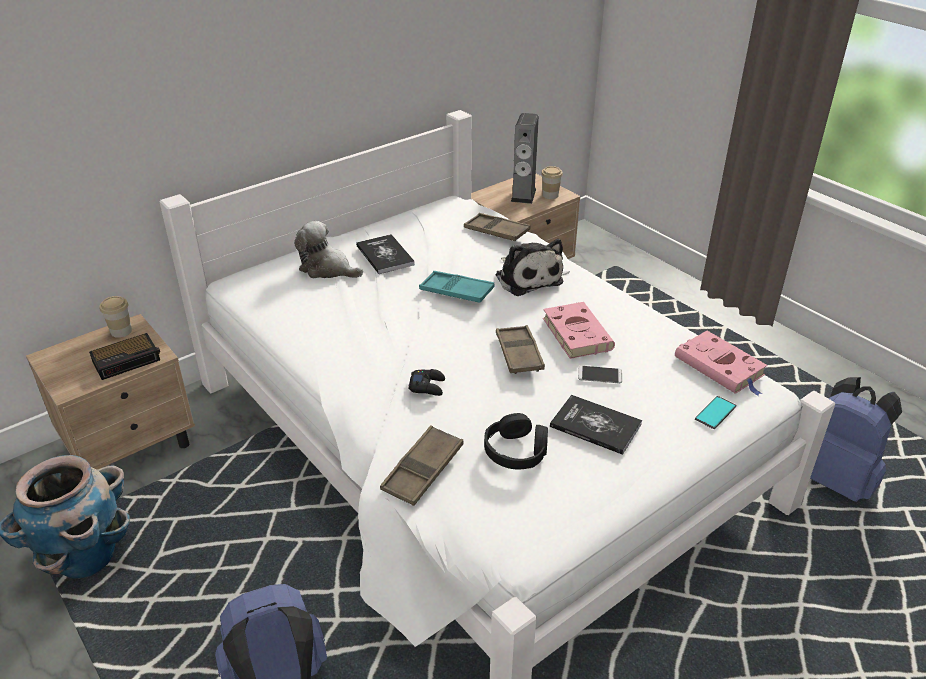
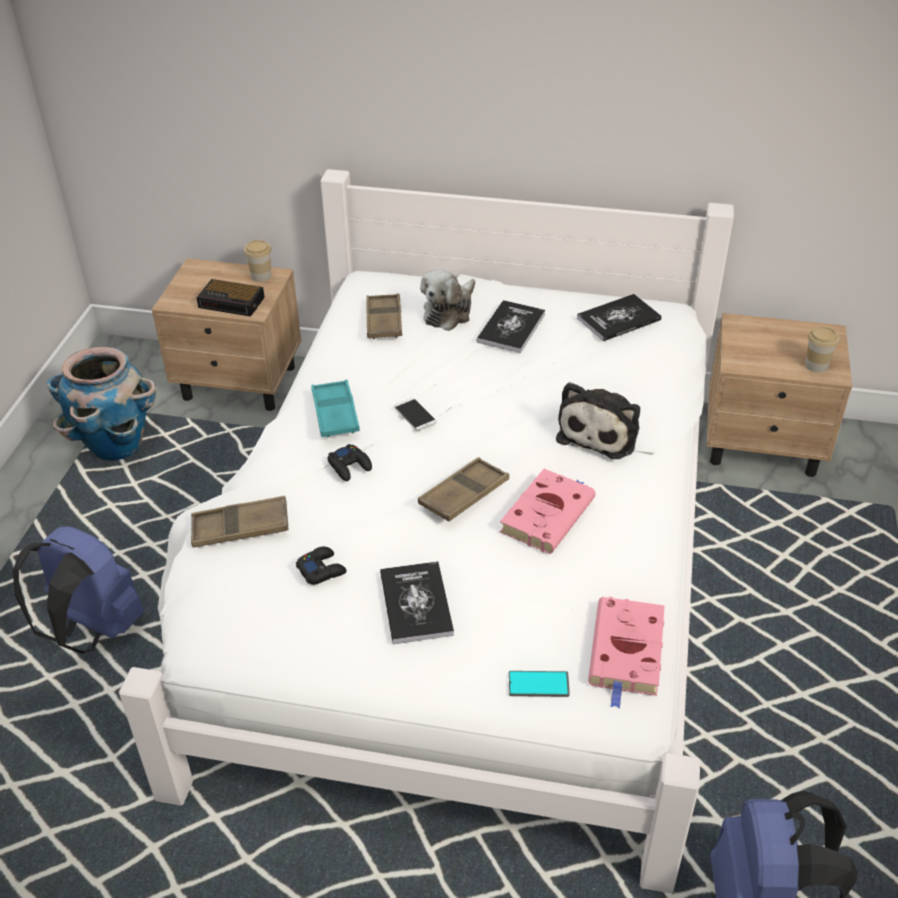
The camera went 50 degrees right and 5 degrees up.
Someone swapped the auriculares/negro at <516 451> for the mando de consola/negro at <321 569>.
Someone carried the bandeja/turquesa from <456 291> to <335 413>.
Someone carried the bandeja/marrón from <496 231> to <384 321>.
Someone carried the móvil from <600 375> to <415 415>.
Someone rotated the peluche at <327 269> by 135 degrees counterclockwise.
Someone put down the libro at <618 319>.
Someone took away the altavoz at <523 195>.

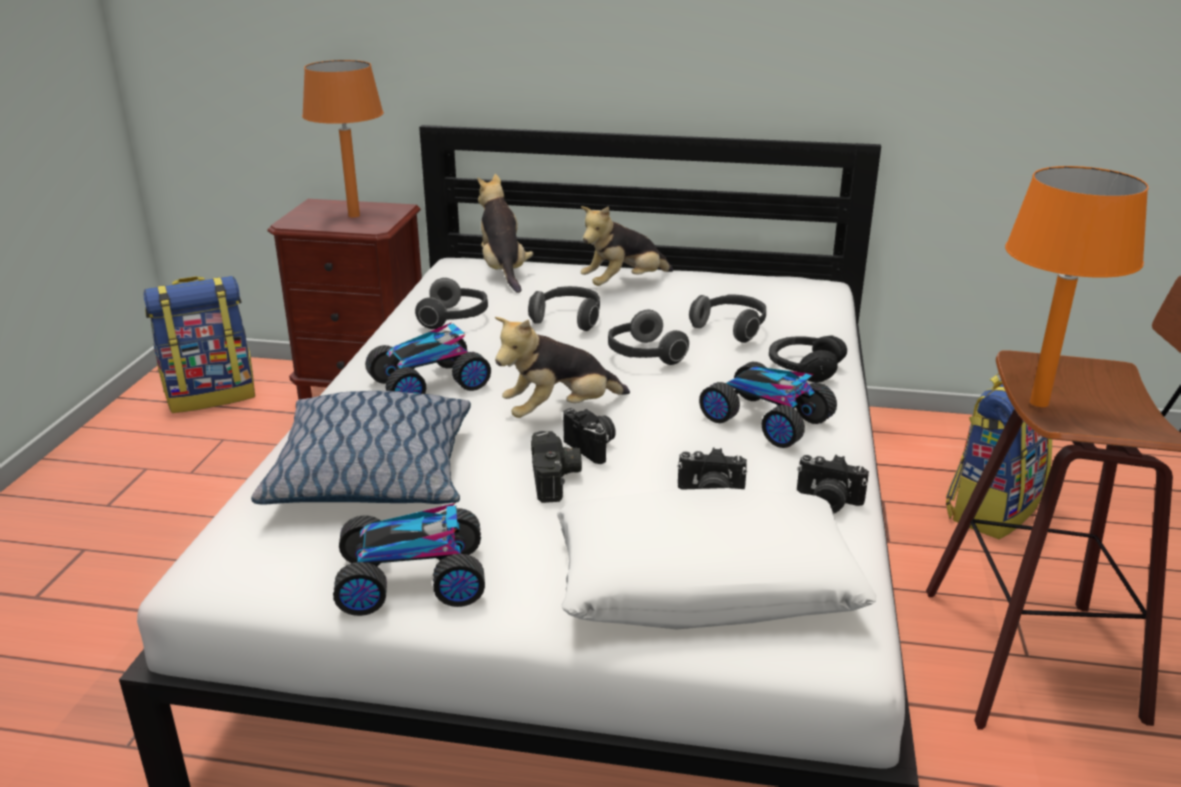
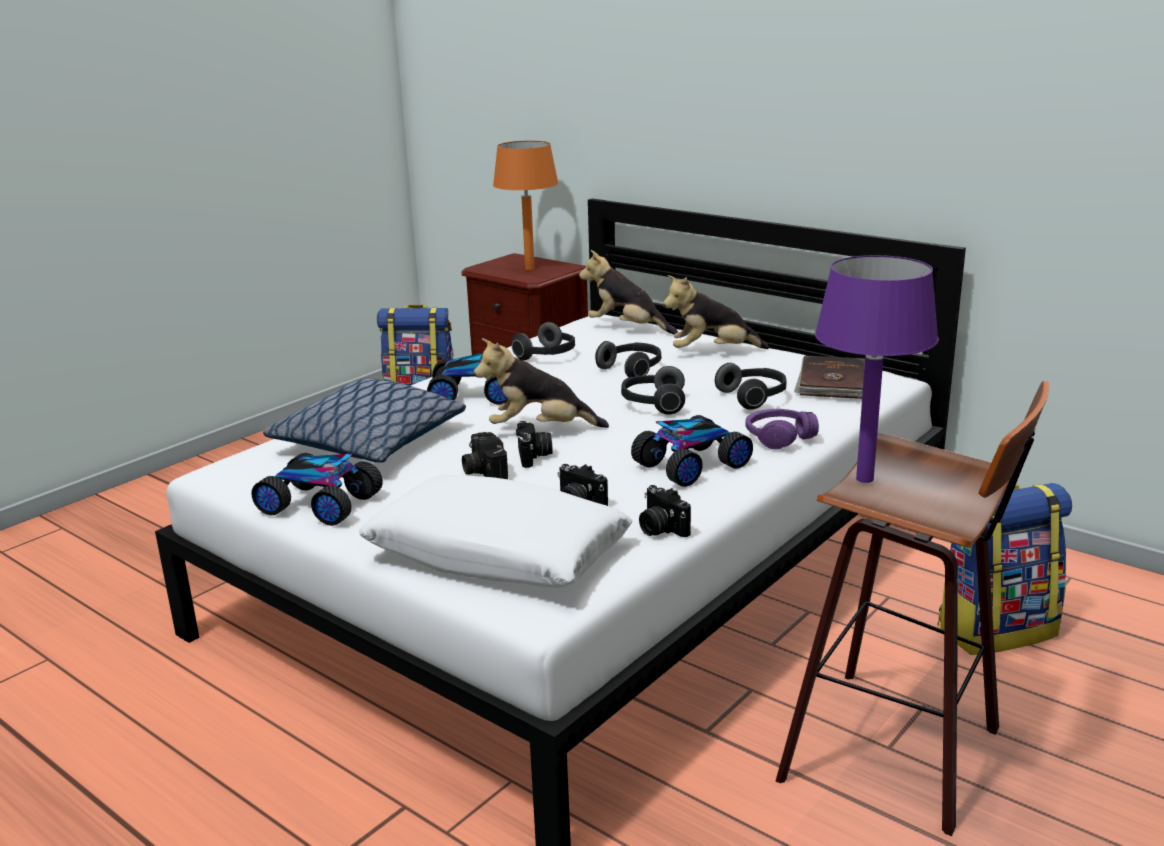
The camera went 30 degrees right and 5 degrees down.
Someone rotated the cámara at <556 480> by 135 degrees clockwise.
Someone rotated the peluche at <503 271> by 75 degrees counterclockwise.
Someone rotated the coche de juguete at <767 419> by 75 degrees clockwise.
Someone repainted the auriculares/negro at <804 368>, which became the auriculares/morado at <779 437>.
Someone put down the libro/marrón at <831 382>.
Someone repainted the lámpara de mesa/naranja at <1038 403>, which became the lámpara de mesa/morado at <863 478>.

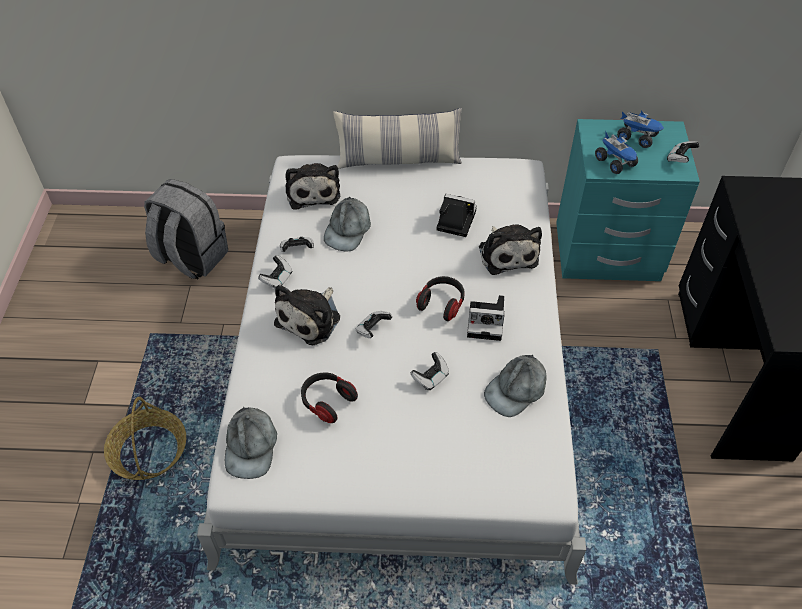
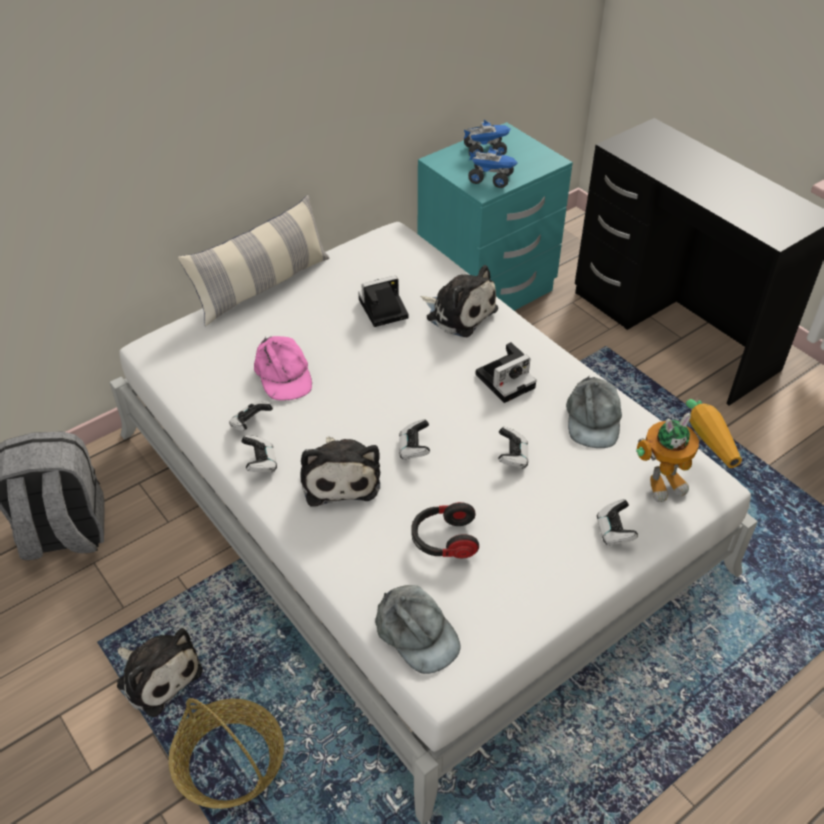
The camera went 40 degrees left and 5 degrees down.
Someone carried the peluche from <312 191> to <157 674>.
Someone repainted the gorra/gris at <347 229>, which became the gorra/rosa at <283 375>.
Someone carried the mando de consola from <680 159> to <614 531>.
Someone put down the robot de juguete at <676 479>.
Someone took away the auriculares at <442 303>.

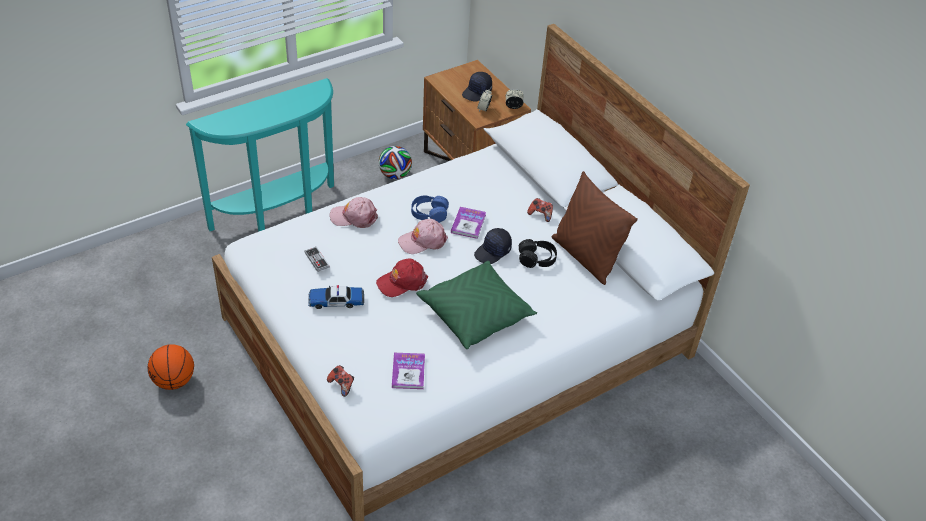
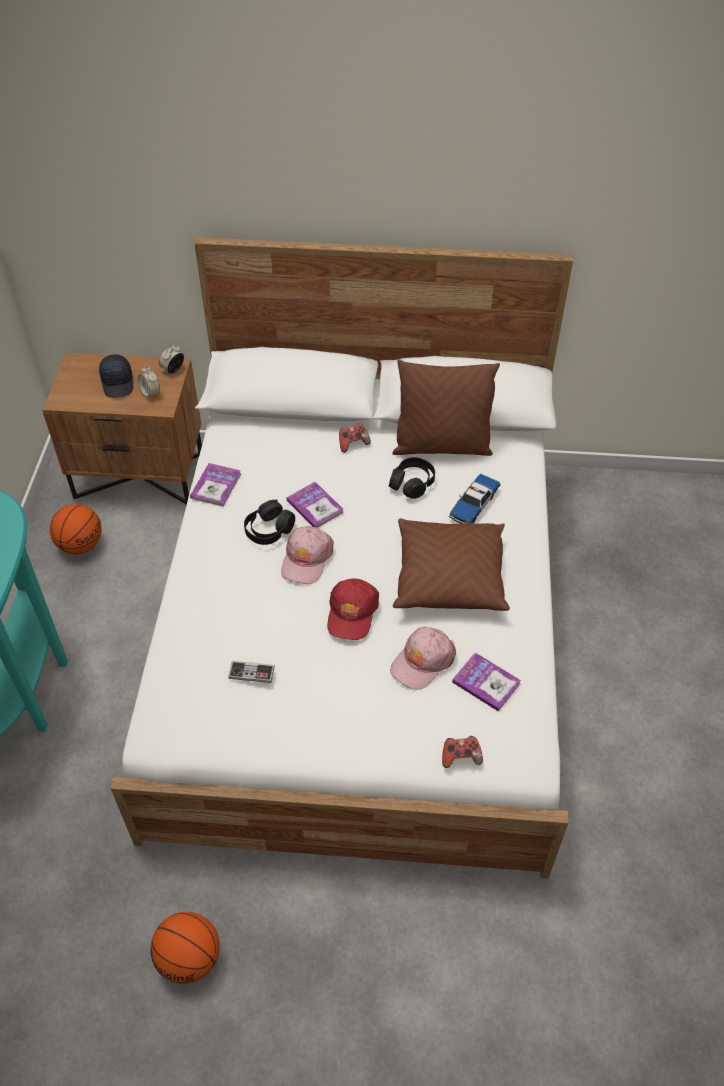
The camera went 50 degrees left and 5 degrees up.
Someone swapped the balón de fútbol at <395 175> for the balón de baloncesto at <81 544>.
Someone put down the libro at <216 486>.
Someone repainted the auriculares/azul at <429 214>, which became the auriculares/negro at <269 530>.
Someone carried the gorra/rosa from <354 217> to <422 661>.
Someone repainted the cojín/verde at <475 314>, which became the cojín/marrón at <449 577>.
Someone carried the coche de juguete from <336 301> to <474 504>.
Someone took away the gorra/negro at <493 252>.

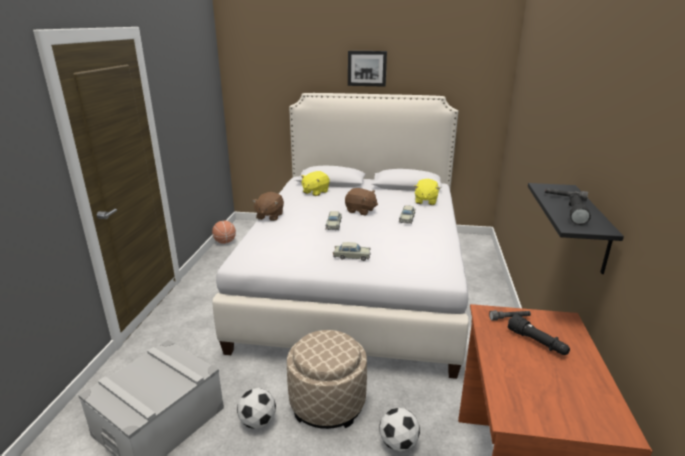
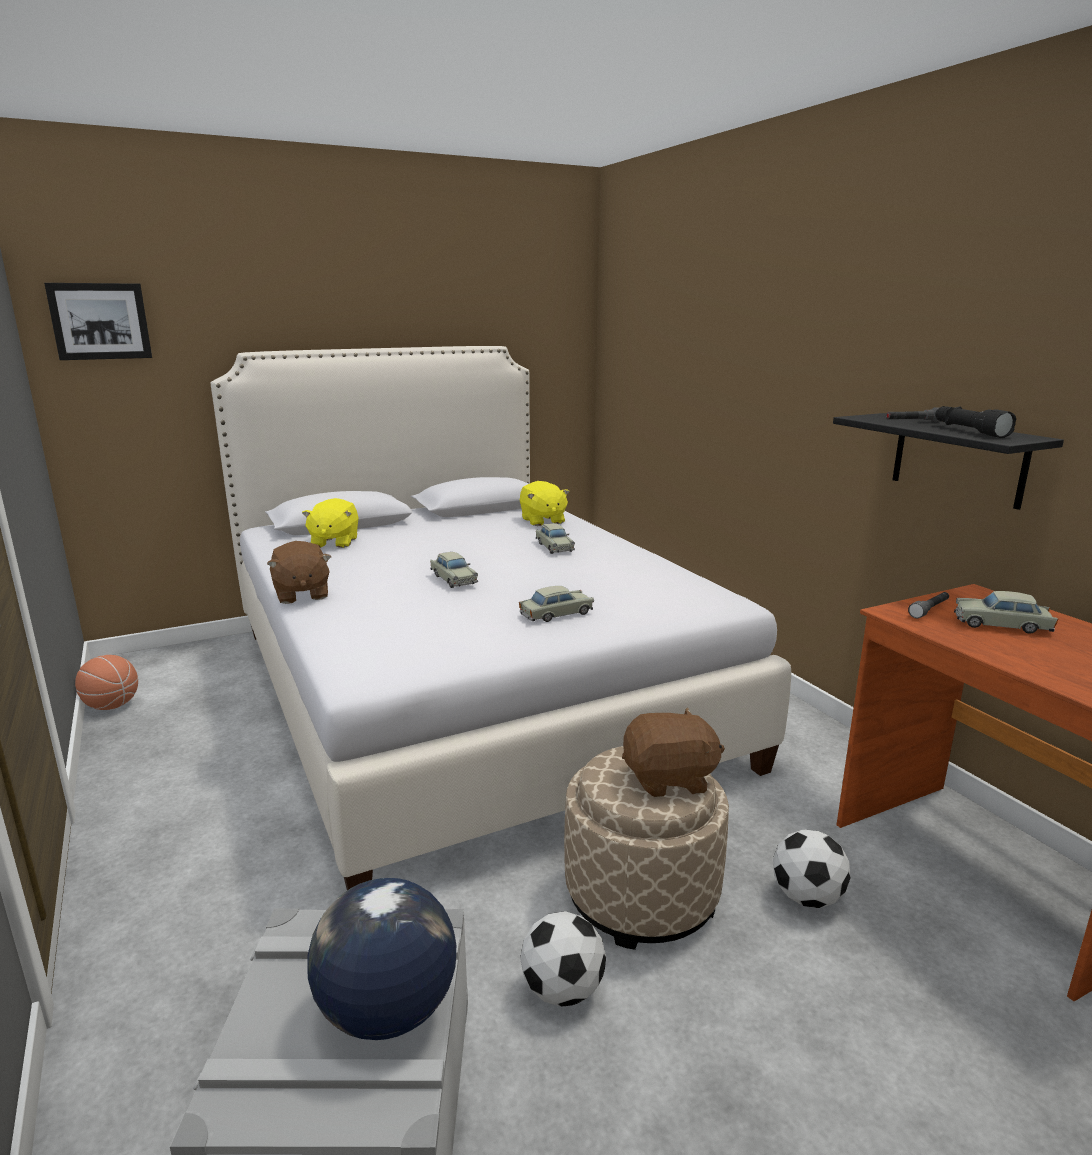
The camera went 35 degrees left and 5 degrees down.
Someone carried the cuadro from <367 68> to <100 321>.
Someone put down the globo terráqueo at <387 1011>.
Someone carried the peluche/marrón from <360 211> to <669 779>.
Someone swapped the linterna/negro at <537 342> for the coche de juguete/beis at <1001 625>.

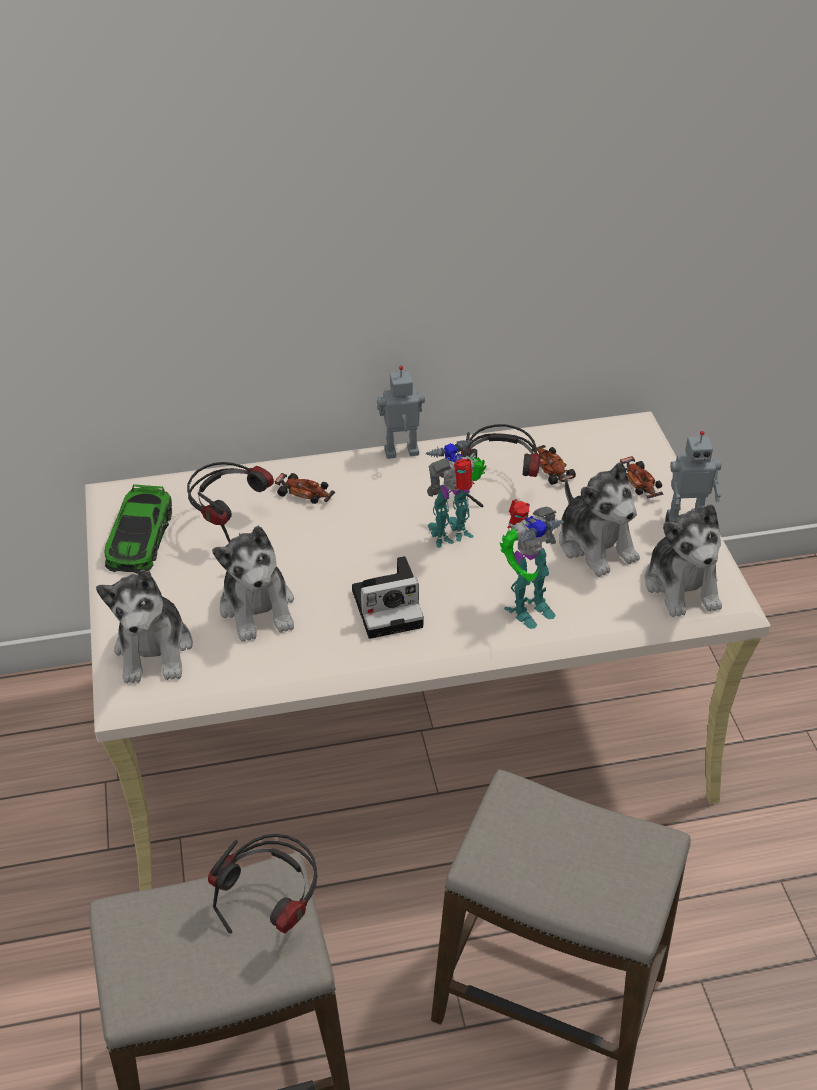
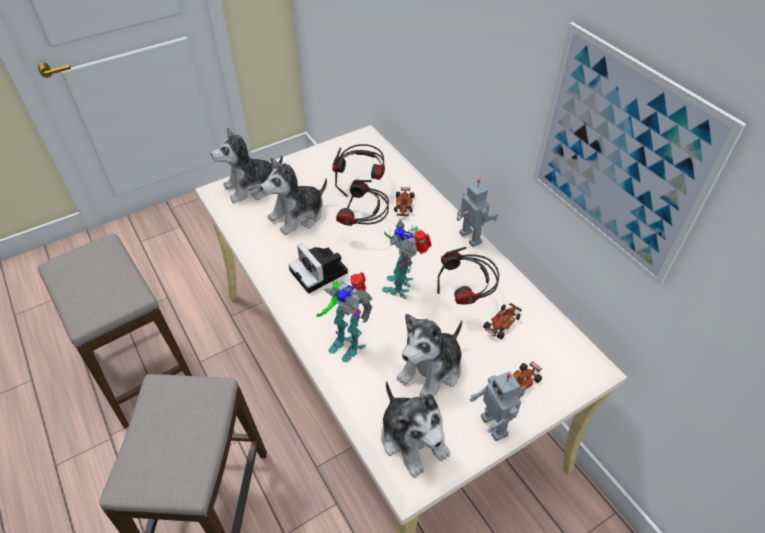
The camera went 70 degrees right and 5 degrees up.
Someone carried the auriculares from <273 909> to <363 227>.
Someone rotated the peluche at <682 585> by 90 degrees counterclockwise.
Someone rotated the robot de juguete at <453 534> by 120 degrees counterclockwise.
Someone put up the cuadro at <618 156>.
Someone took away the coche de juguete at <140 537>.

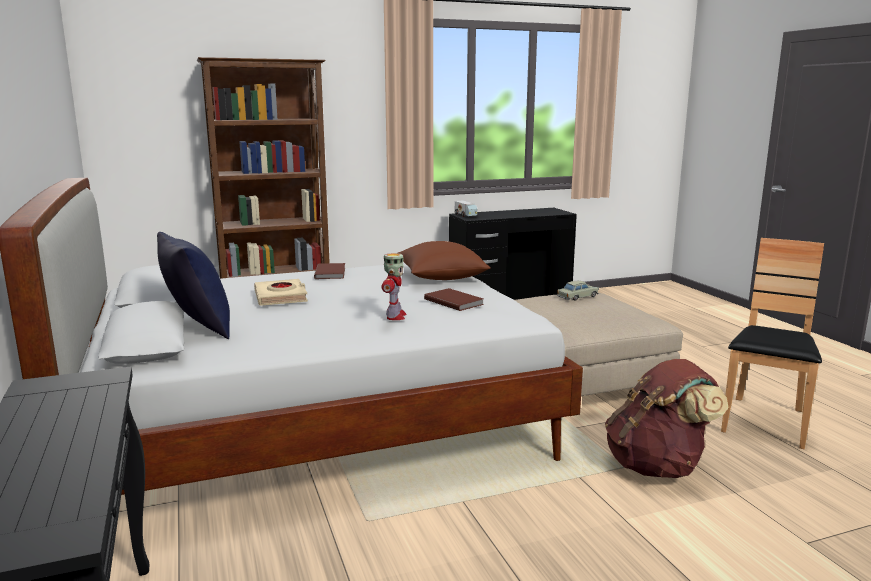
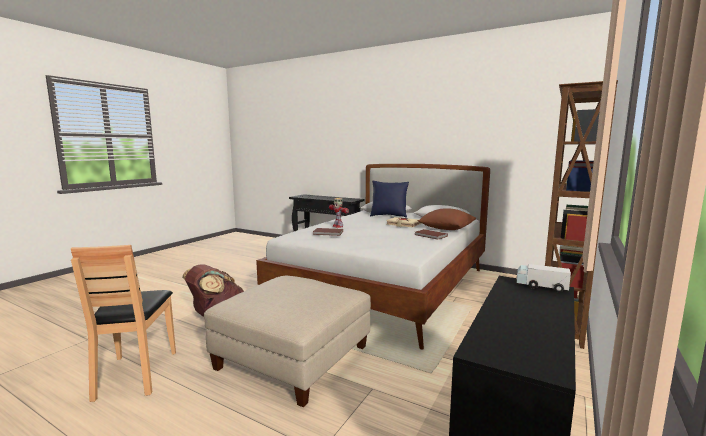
The camera went 140 degrees right and 5 degrees down.
Someone carried the cojín/marrón from <441 278> to <446 228>.
Someone took away the coche de juguete/beis at <577 297>.

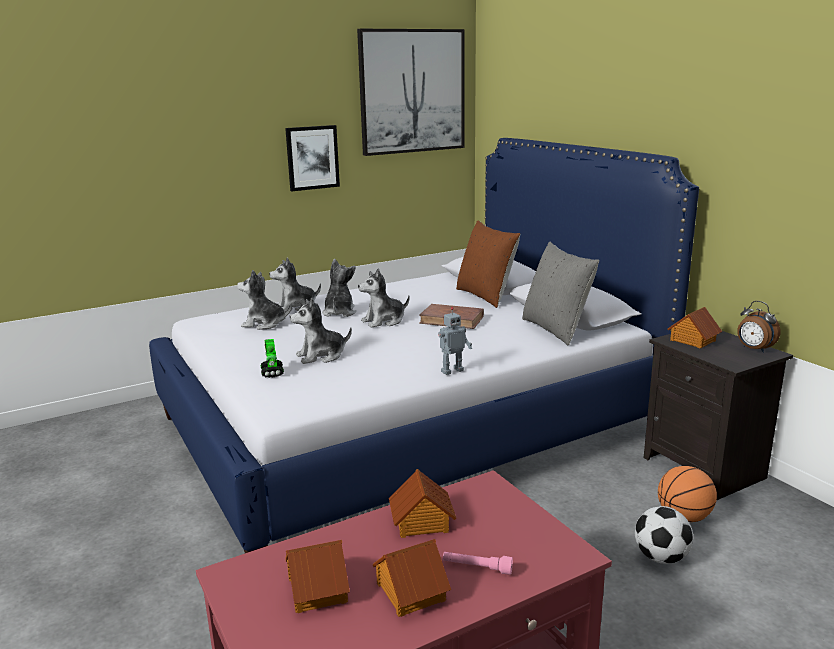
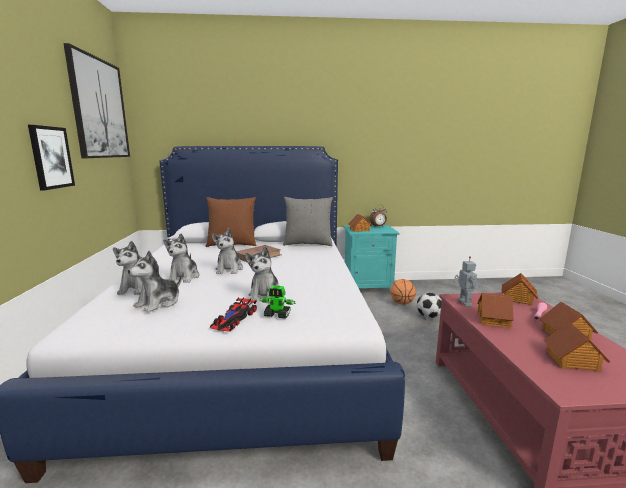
The camera went 65 degrees left and 5 degrees down.
Someone rotated the peluche at <339 312> by 120 degrees counterclockwise.
Someone put down the coche de juguete at <234 319>.
Someone repainted the mesita de noche/negro at <706 468>, which became the mesita de noche/turquesa at <368 288>.
Someone carried the robot de juguete from <451 370> to <463 303>.
Someone put down the casita at <517 299>.

